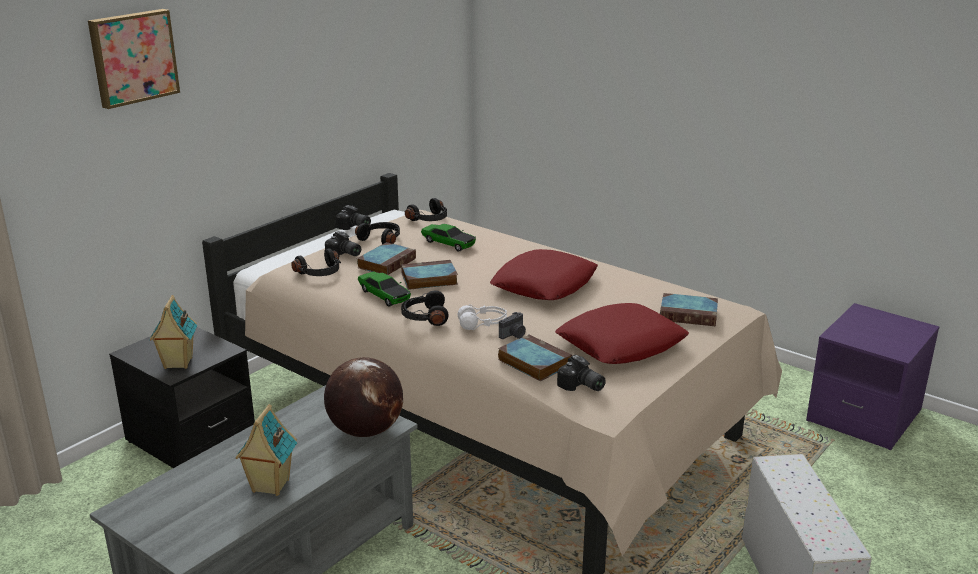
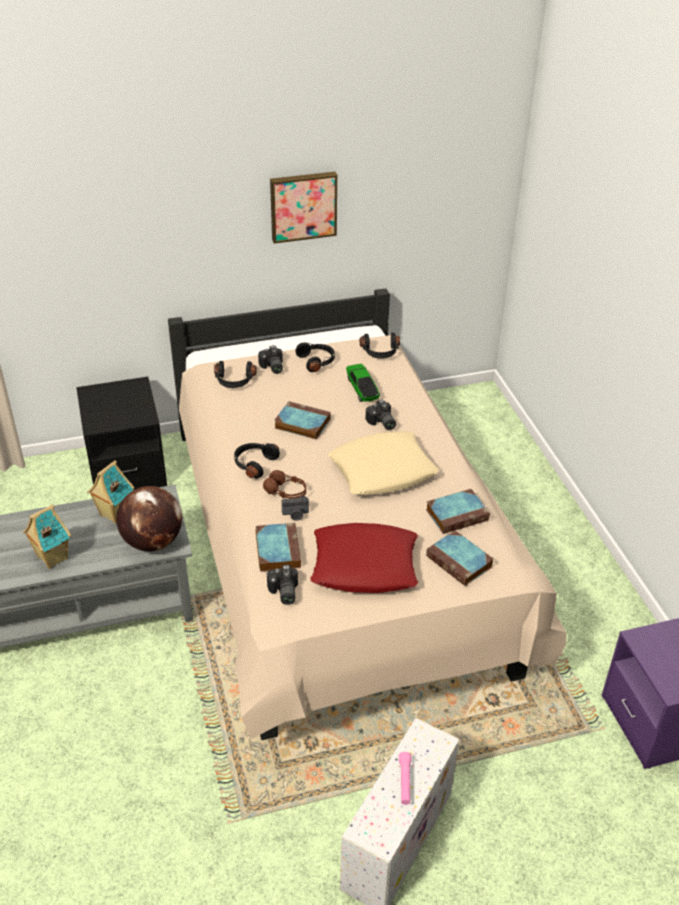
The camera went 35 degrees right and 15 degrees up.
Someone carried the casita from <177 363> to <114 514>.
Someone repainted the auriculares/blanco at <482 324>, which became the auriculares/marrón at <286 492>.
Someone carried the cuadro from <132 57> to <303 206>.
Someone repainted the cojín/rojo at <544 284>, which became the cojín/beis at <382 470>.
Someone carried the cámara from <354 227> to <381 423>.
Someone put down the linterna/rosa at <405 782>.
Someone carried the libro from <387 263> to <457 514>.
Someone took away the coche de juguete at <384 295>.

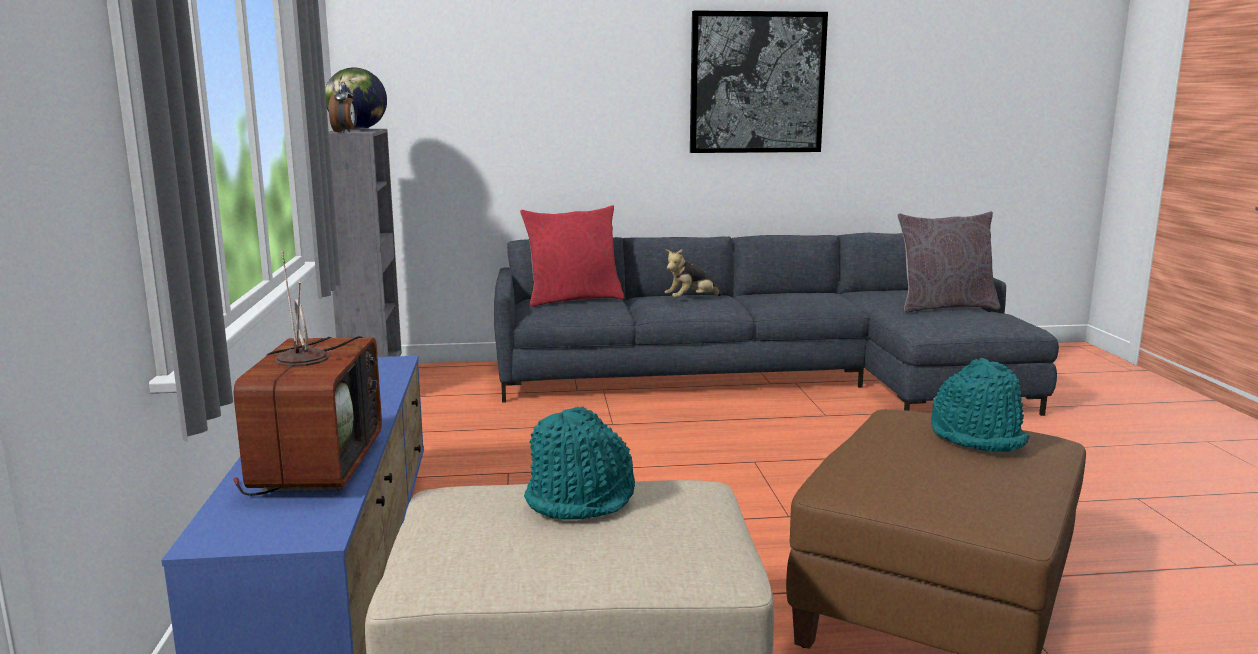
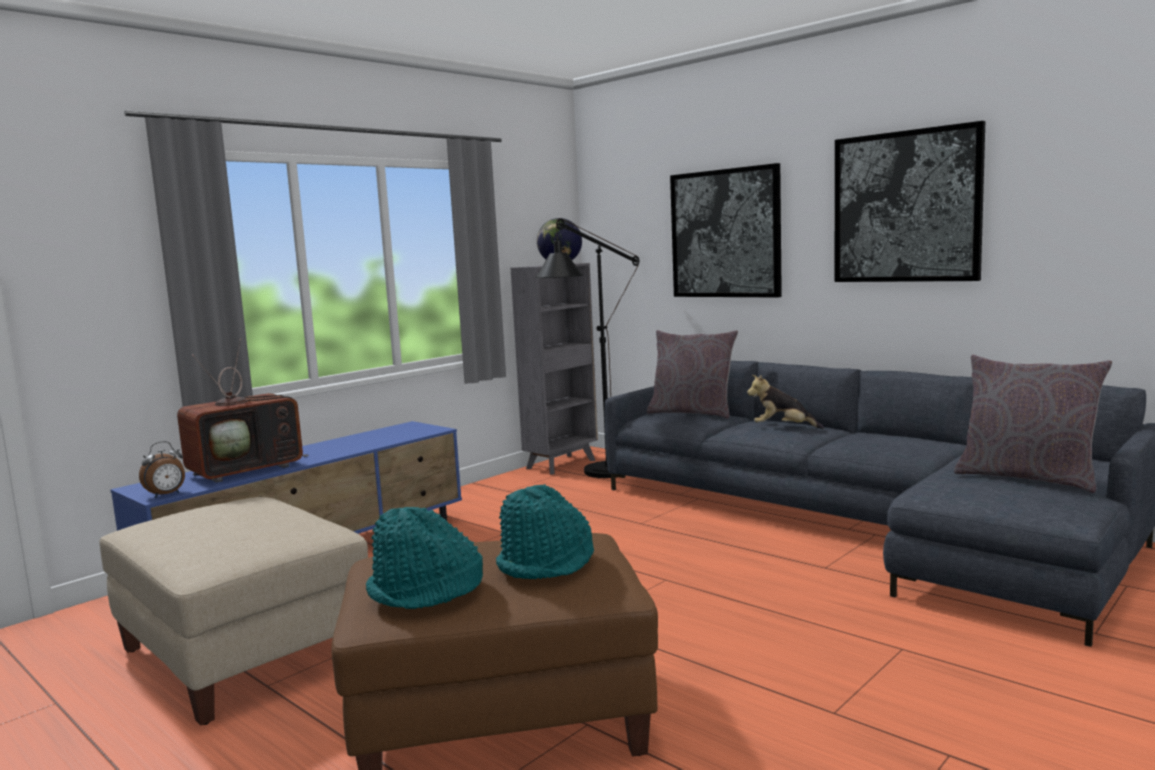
The camera went 50 degrees right and 5 degrees down.
Someone carried the despertador from <345 132> to <166 495>.
Someone carried the sombrero/turquesa from <582 498> to <425 592>.
Someone put down the lámpara de pie/negro at <598 474>.
Someone repainted the cojín/rojo at <573 299>, which became the cojín/gris at <692 413>.
Someone put up the cuadro at <725 233>.

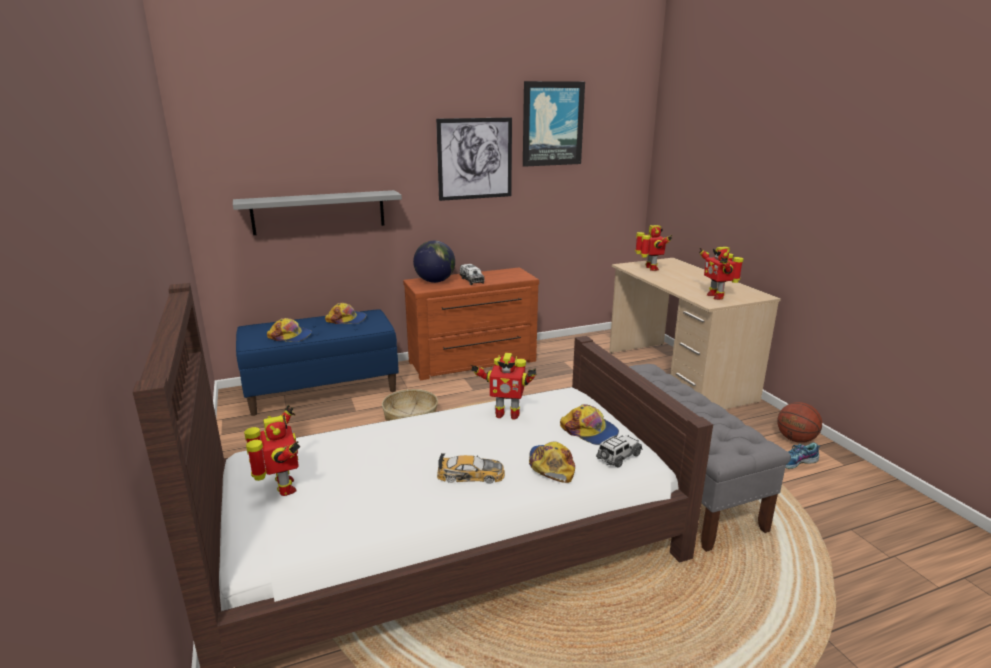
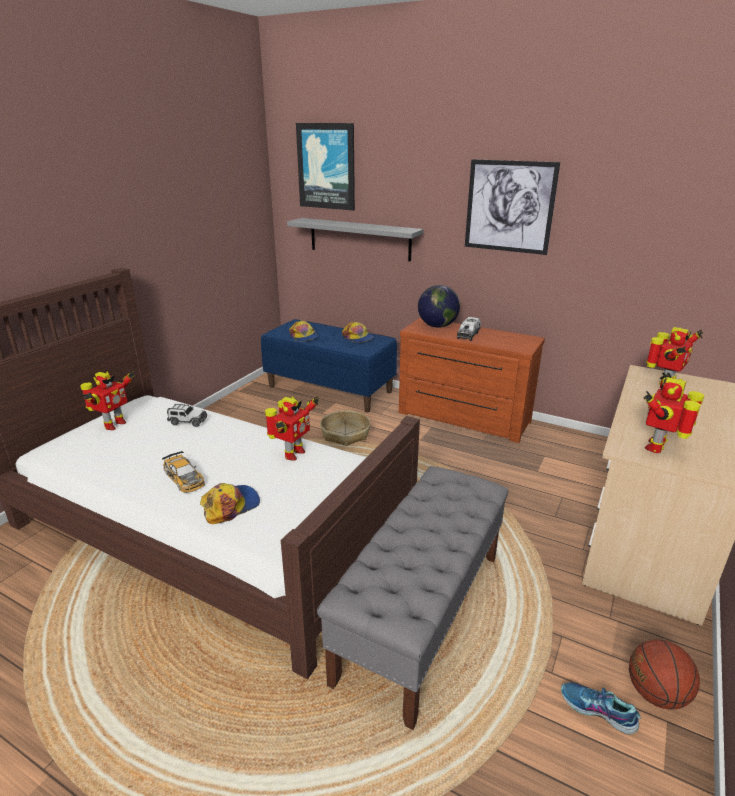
The camera went 50 degrees right and 5 degrees up.
Someone carried the coche de juguete from <618 457> to <187 422>.
Someone rotated the robot de juguete at <506 414> by 120 degrees counterclockwise.
Someone carried the cuadro from <552 124> to <326 166>.
Someone took away the gorra at <589 431>.

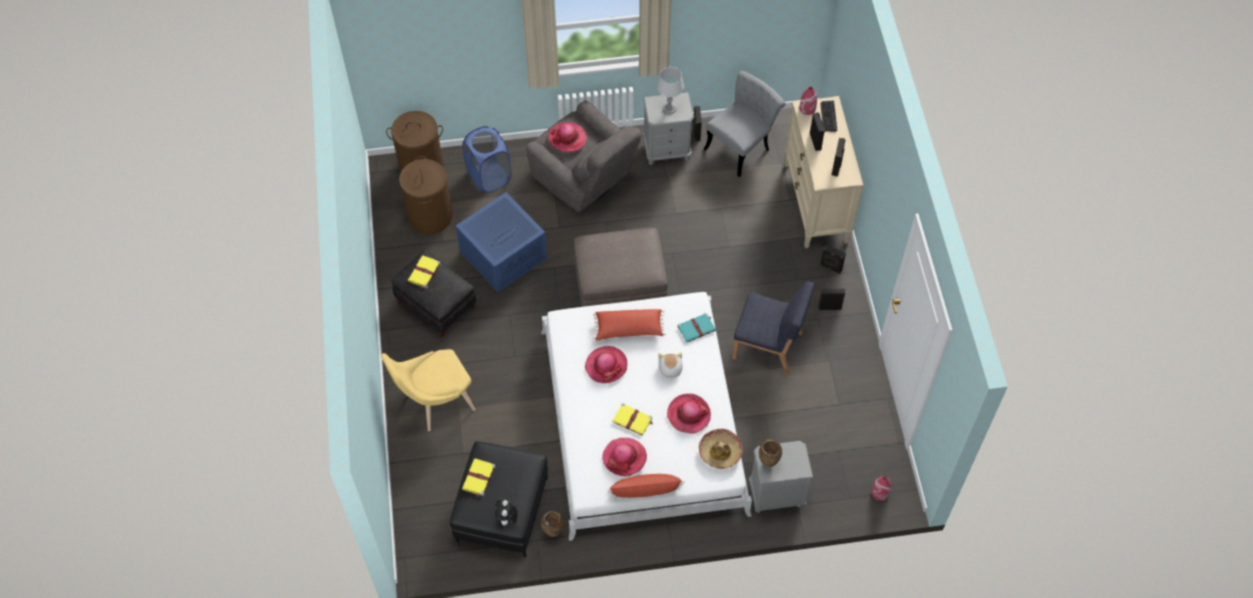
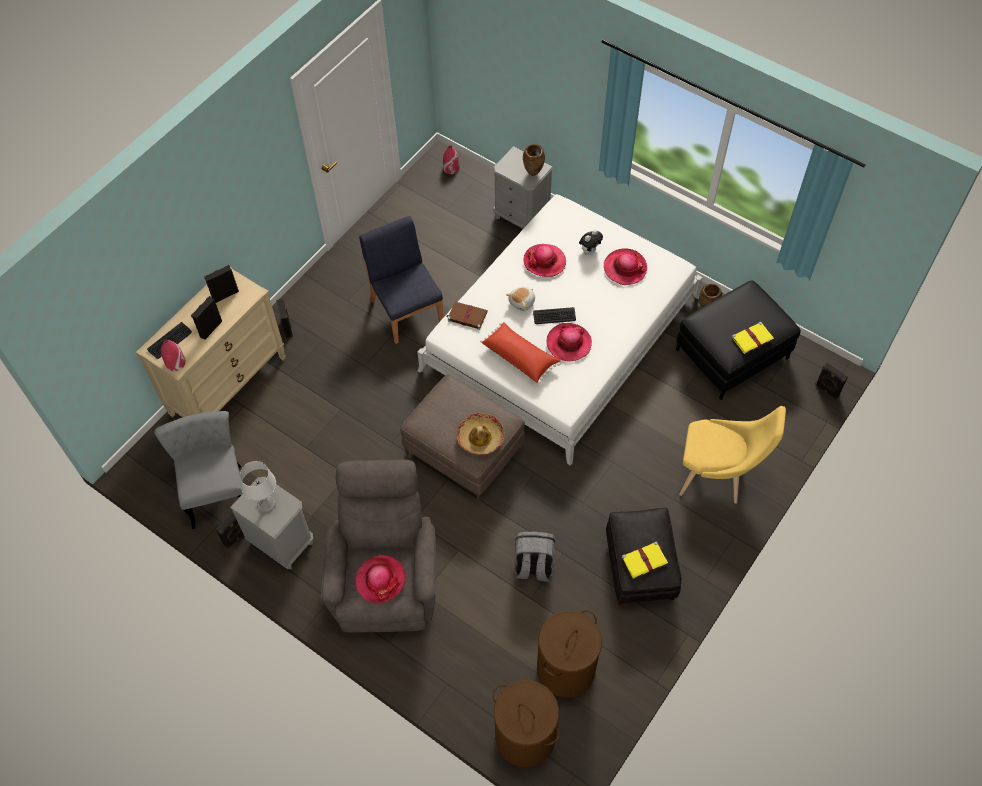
The camera went 135 degrees left and 0 degrees up.
Someone rotated the silla/gris at <742 146> by 75 degrees clockwise.
Someone repainted the libro/turquesa at <697 328>, which became the libro/marrón at <466 316>.
Someone carried the sombrero from <720 452> to <480 437>.
Someone swapped the caja de almacenaje/azul at <503 253> for the mochila/gris at <533 566>.
Someone put down the teclado at <554 316>.
Someone carried the peluche from <507 519> to <589 250>.
Someone carried the altavoz/negro from <829 306> to <826 390>.
Someone took away the cesto de la ropa/azul at <489 176>.
Someone took away the cojín/rojo at <645 491>.
Someone took away the libro/amarillo at <633 420>.

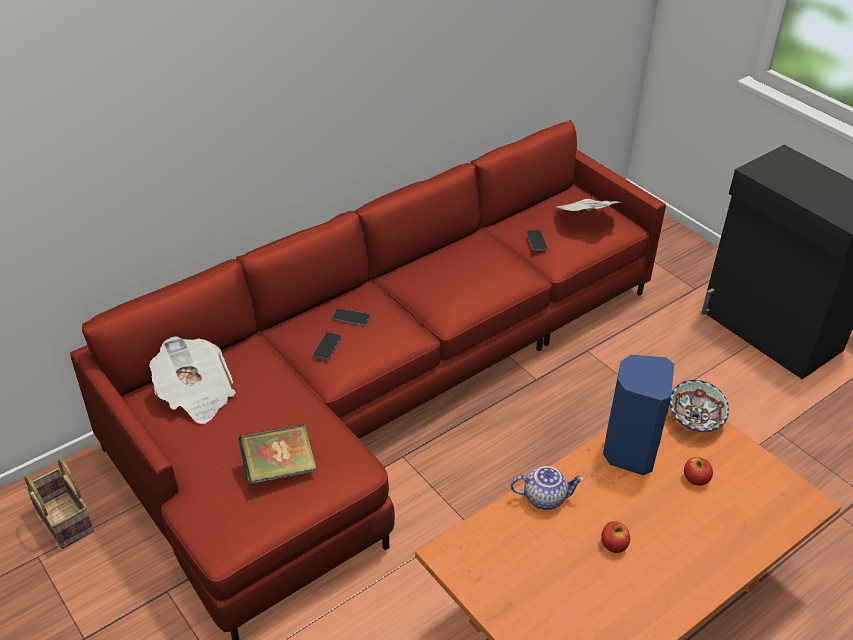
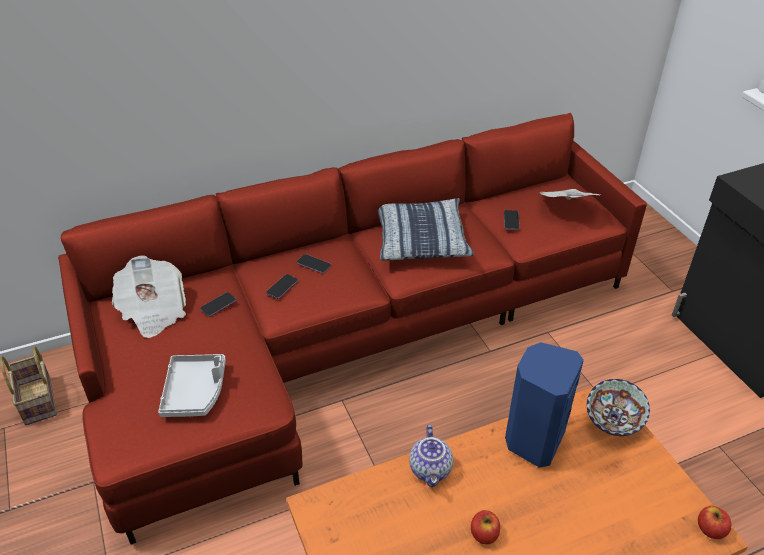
The camera went 15 degrees right and 0 degrees up.
Someone swapped the libro at <279 469> for the bandeja/gris at <195 391>.
Someone put down the móvil at <218 305>.
Someone put down the cojín at <421 238>.
Someone rotated the tetera at <545 497> by 75 degrees clockwise.
Someone carried the manzana from <696 479> to <710 529>.

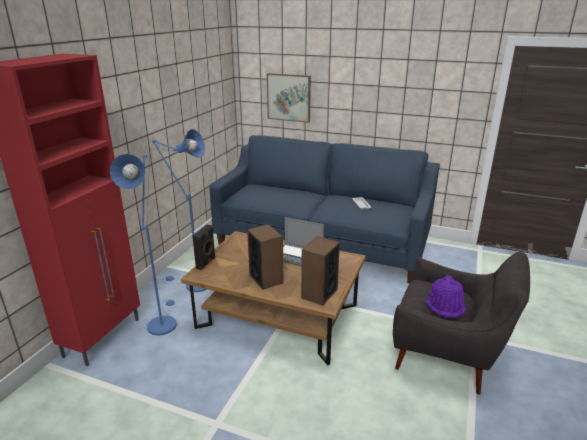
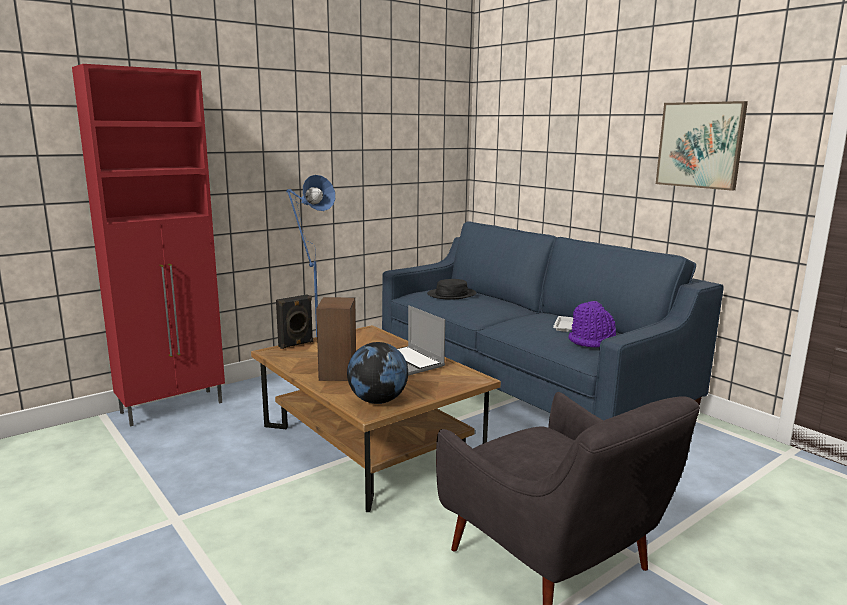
The camera went 30 degrees right and 10 degrees down.
Someone swapped the altavoz at <319 293> for the globo terráqueo at <378 401>.
Someone put down the sombrero/negro at <451 294>.
Someone carried the sombrero/morado from <445 306> to <592 341>.
Someone carried the cuadro from <289 97> to <700 145>.
Someone took away the lámpara de pie/azul at <162 322>.

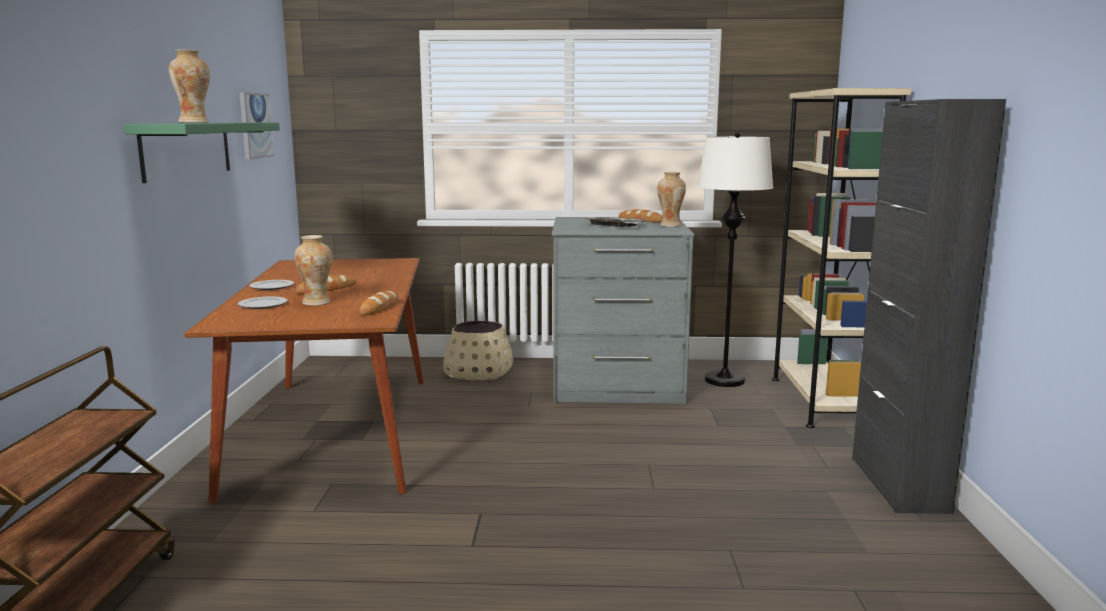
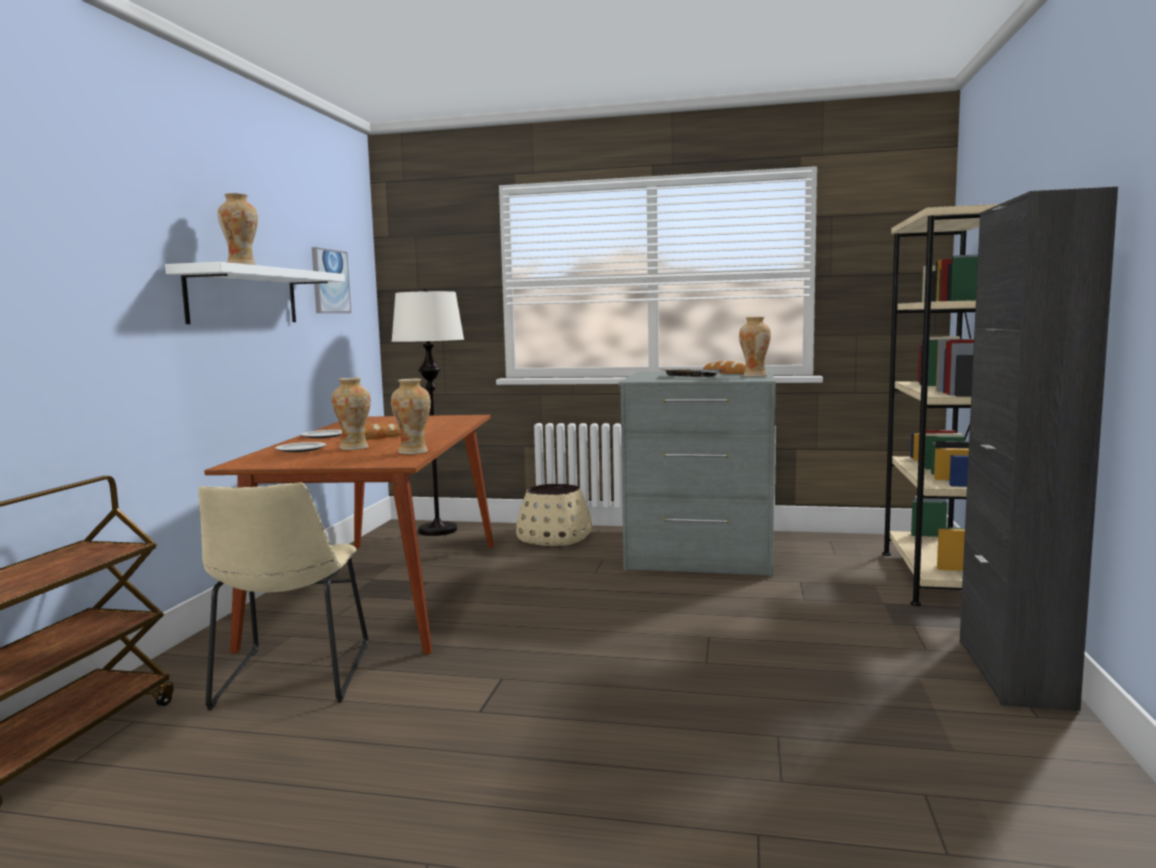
The camera went 10 degrees right and 5 degrees down.
Someone repainted the estante/verde at <187 149>, which became the estante/blanco at <243 296>.
Someone put down the silla/beis at <291 678>.
Someone carried the lámpara de pie/blanco from <724 380> to <437 530>.
Someone swapped the pan at <380 308> for the florero at <413 452>.

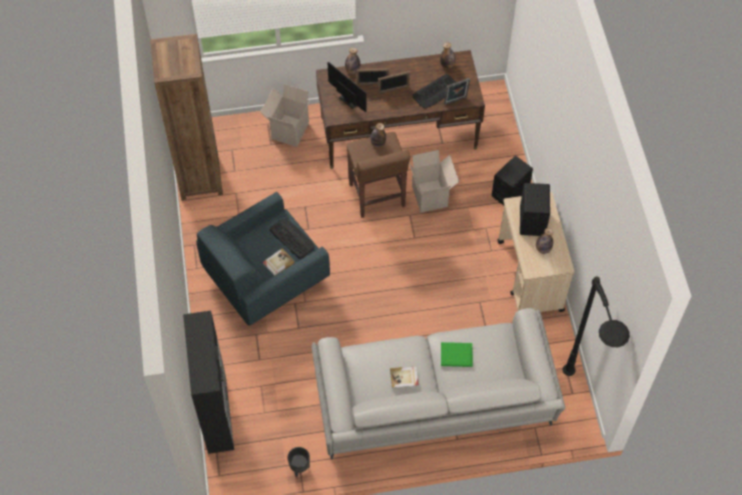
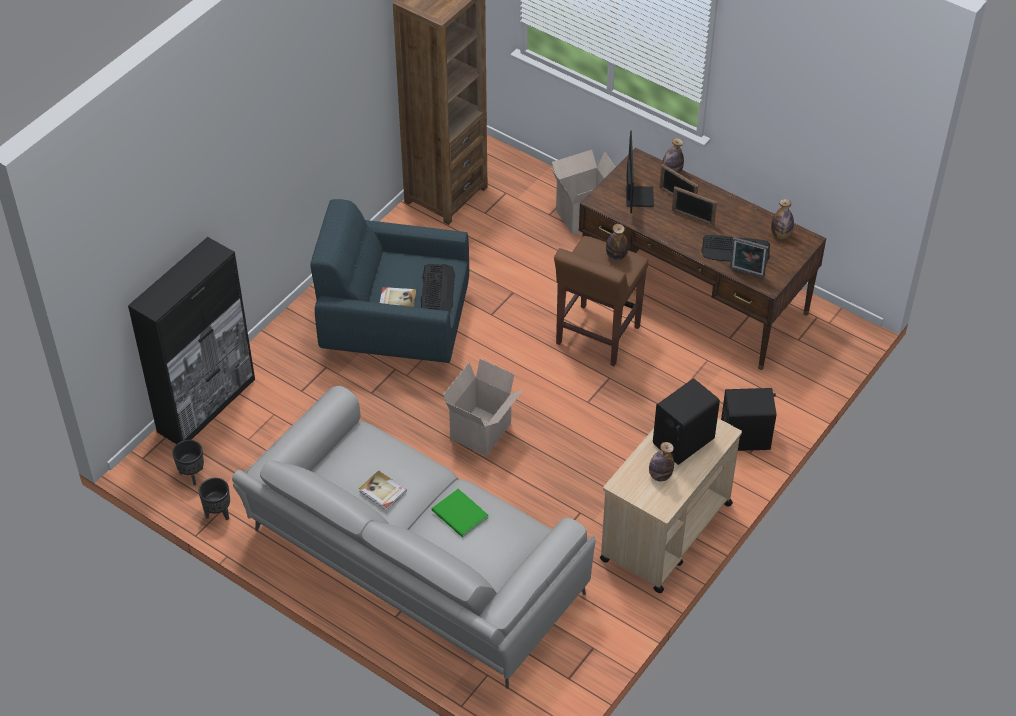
The camera went 45 degrees right and 10 degrees down.
Someone put down the maceta/negro at <192 475>.
Someone carried the caja de cartón from <431 196> to <482 433>.
Someone took away the lámpara de pie/negro at <578 407>.

